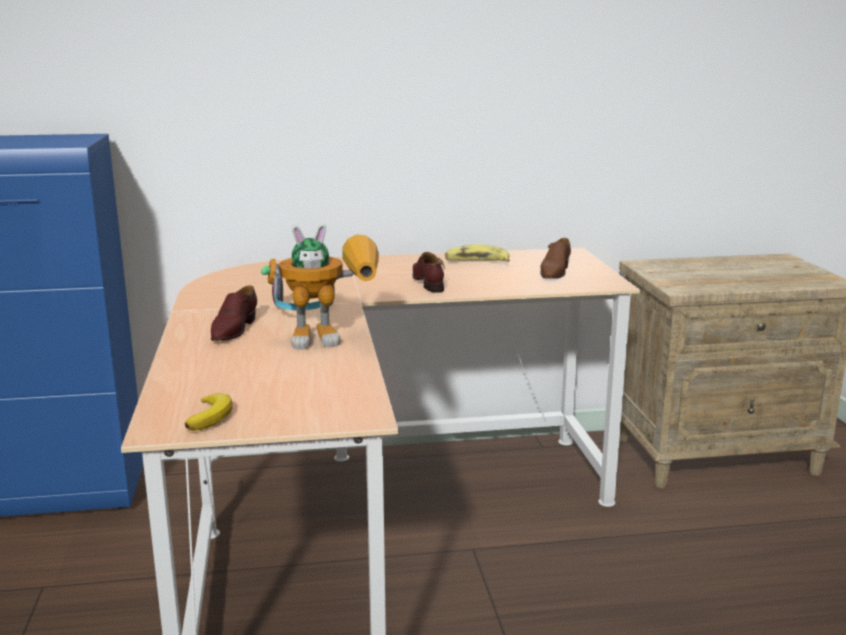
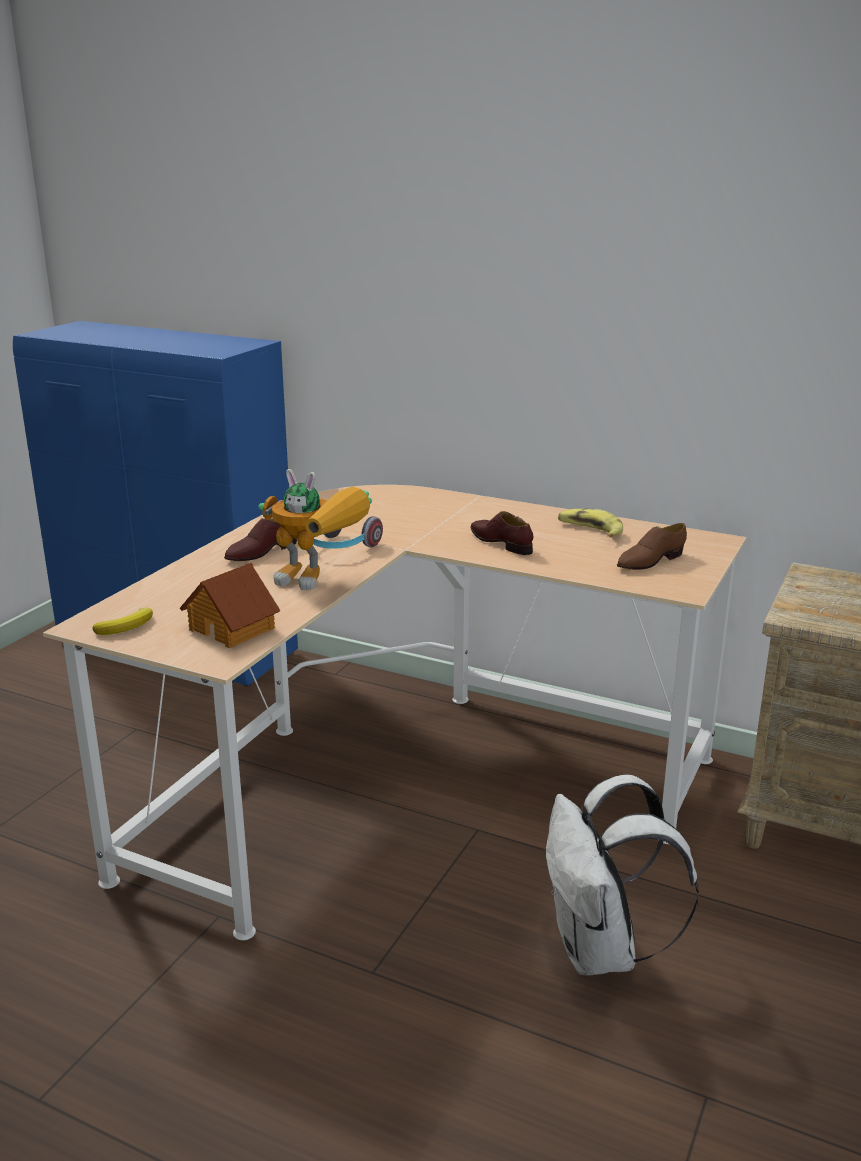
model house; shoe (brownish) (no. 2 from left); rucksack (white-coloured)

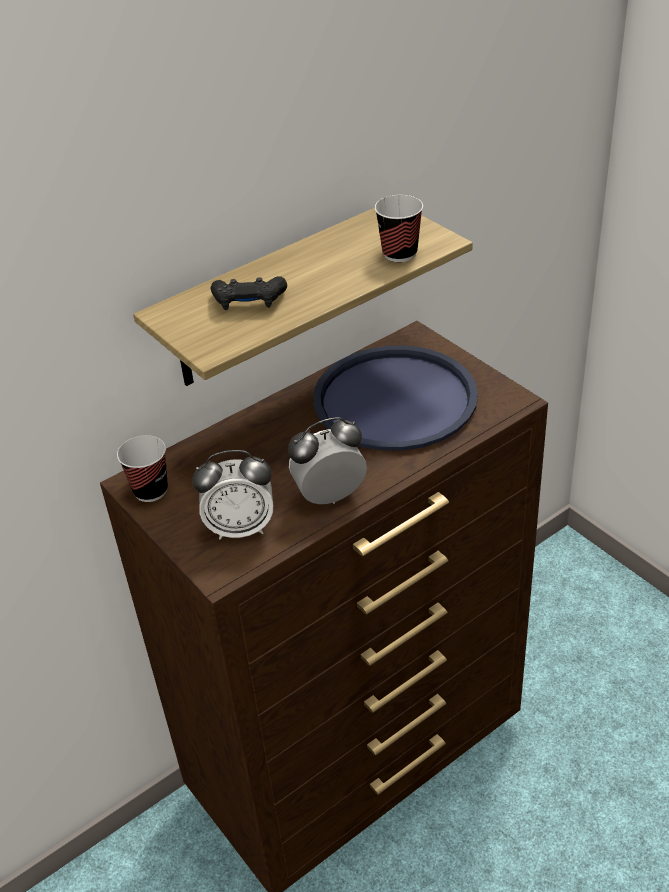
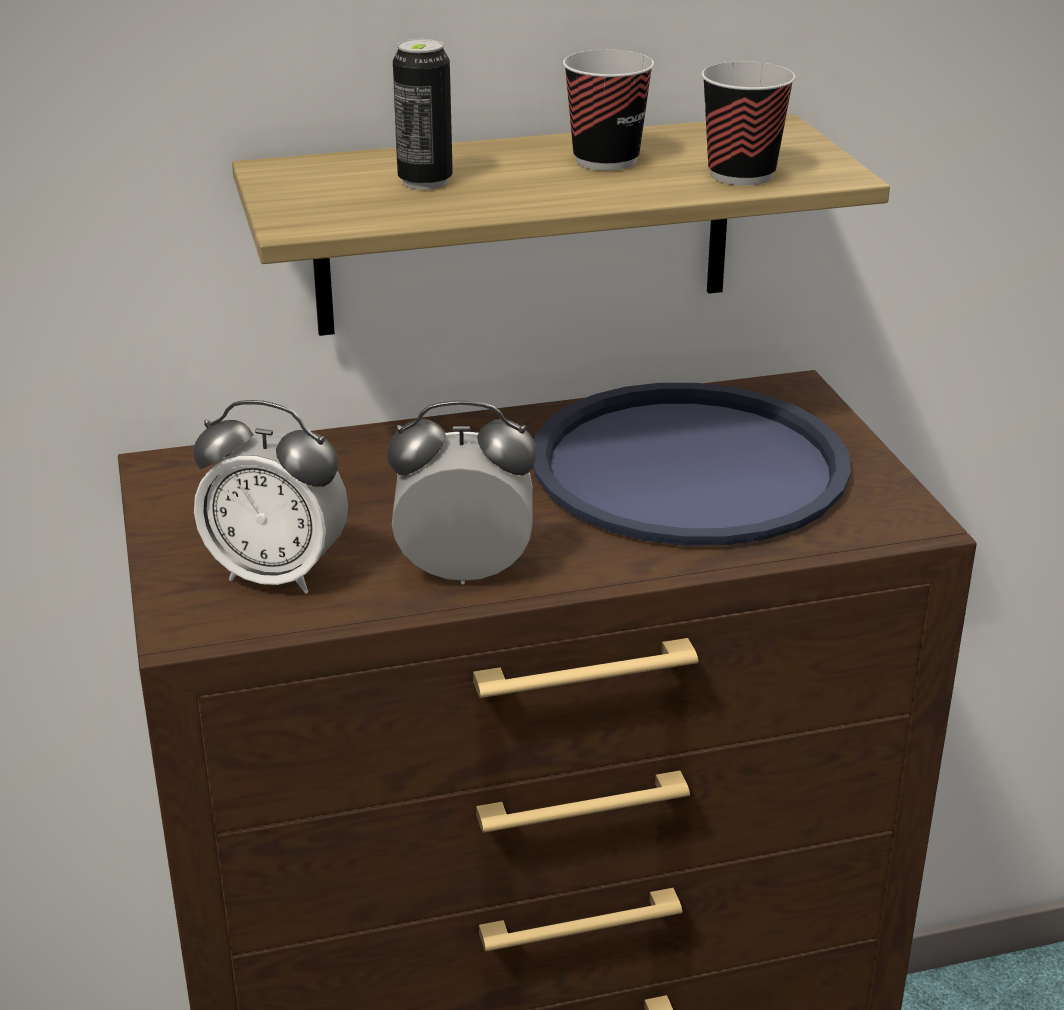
metal can; drinking cup (no. 1 from left)

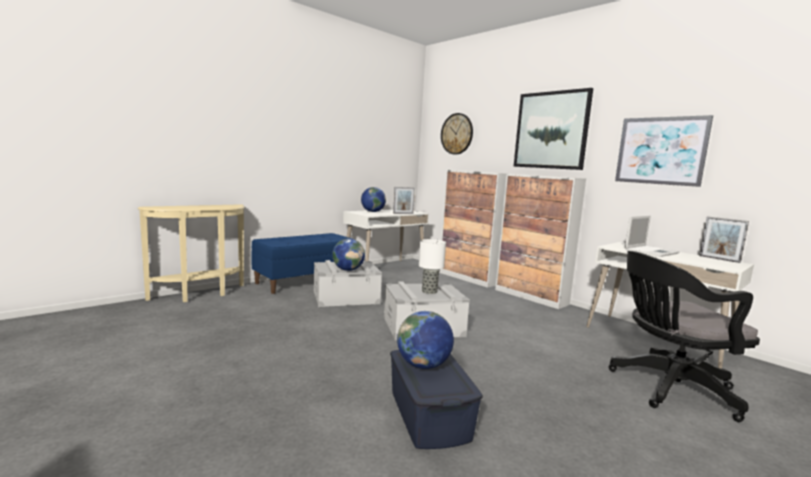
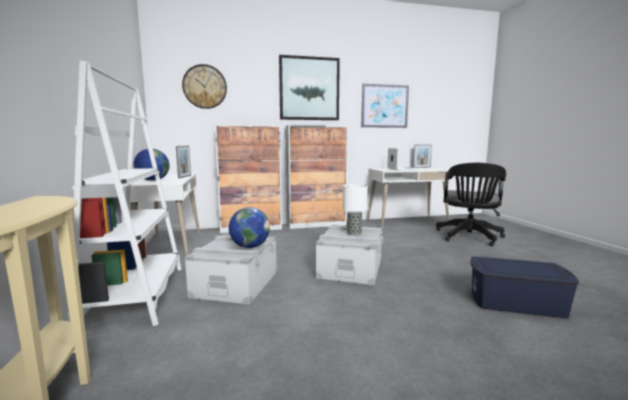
bookshelf (white-coloured); desk globe (no. 3 from left in the first image)

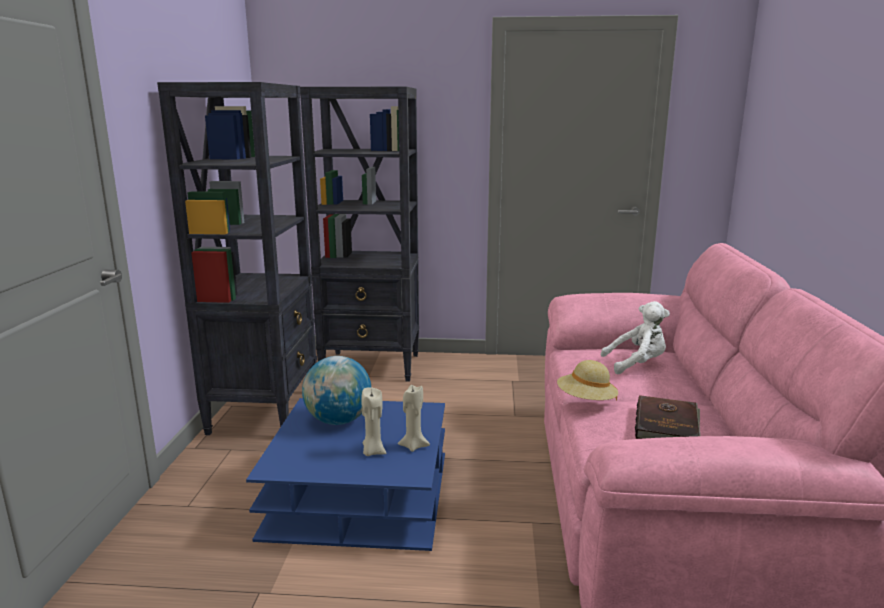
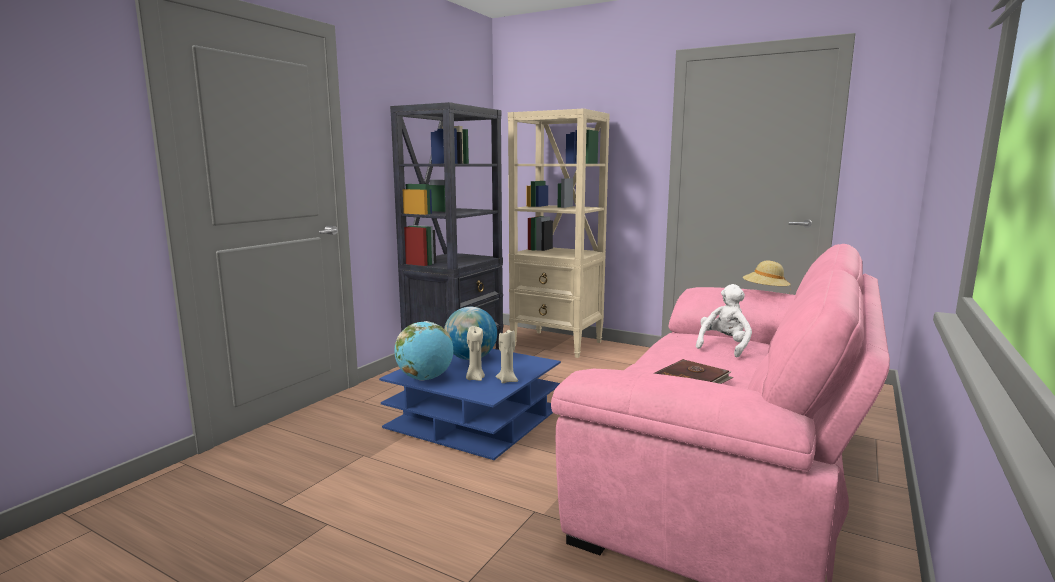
desk globe (no. 1 from left); bookshelf (beige); cuddly toy (white-coloured); wearable hat (beige)

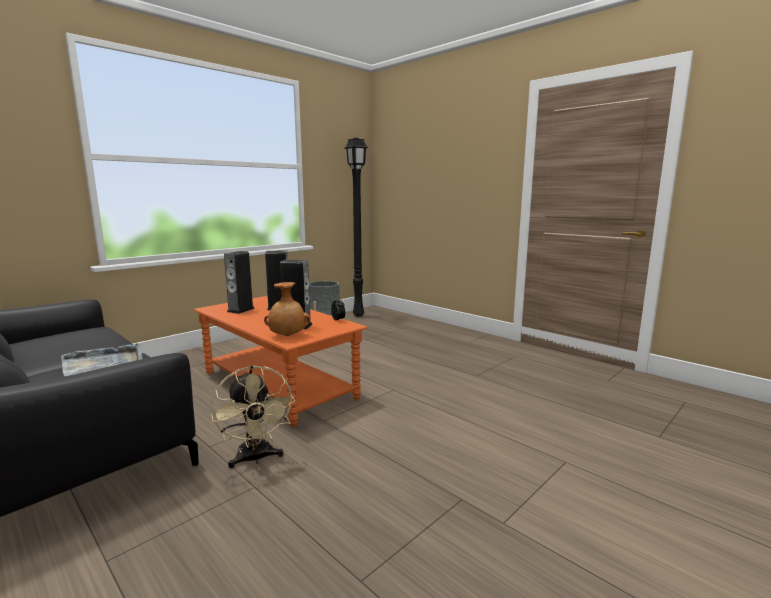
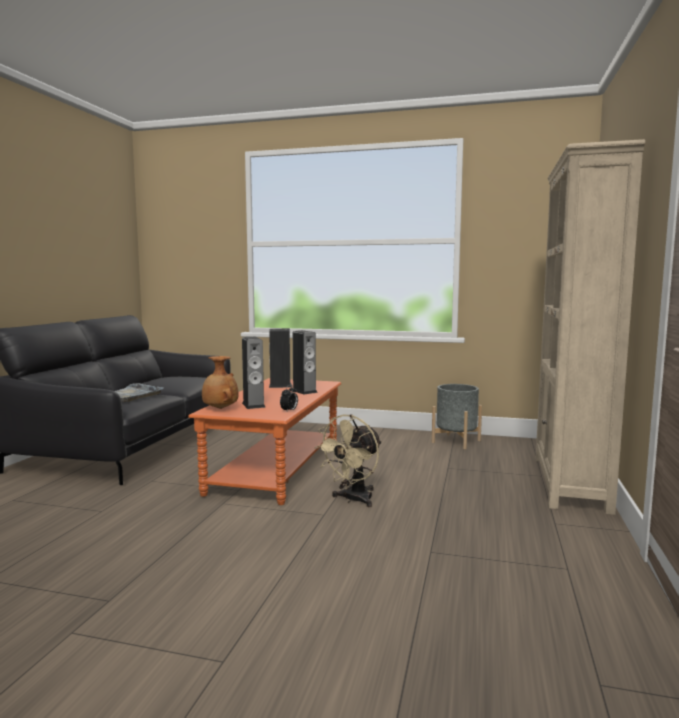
fan (beige); bookshelf (beige); standard lamp (blackish)

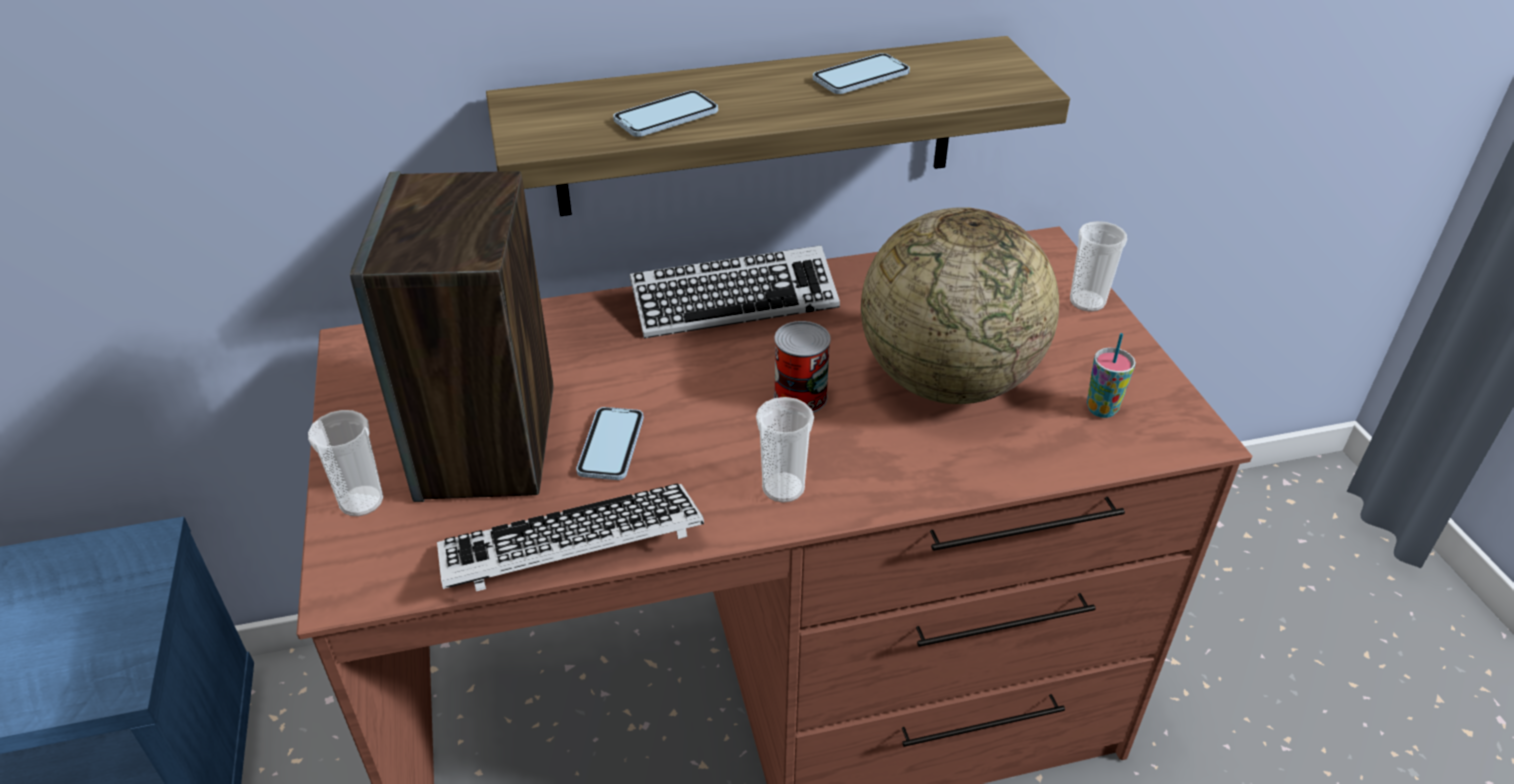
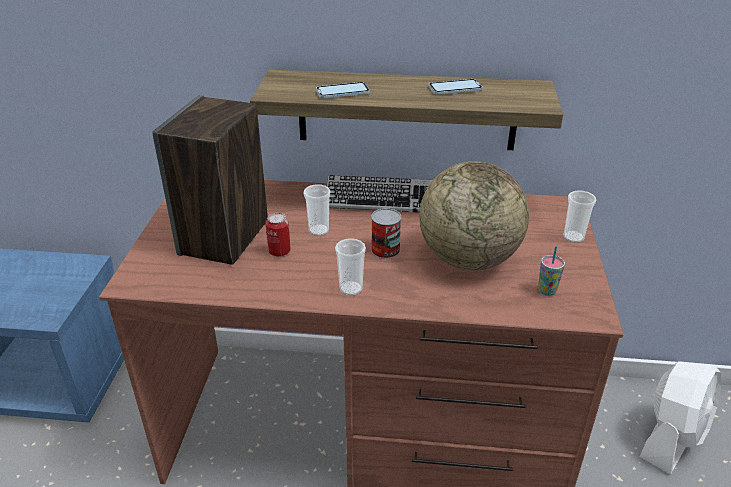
metal can (no. 1 from left); drinking cup (no. 1 from left); fan (white-coloured); computer keyboard (no. 1 from left in the first image)

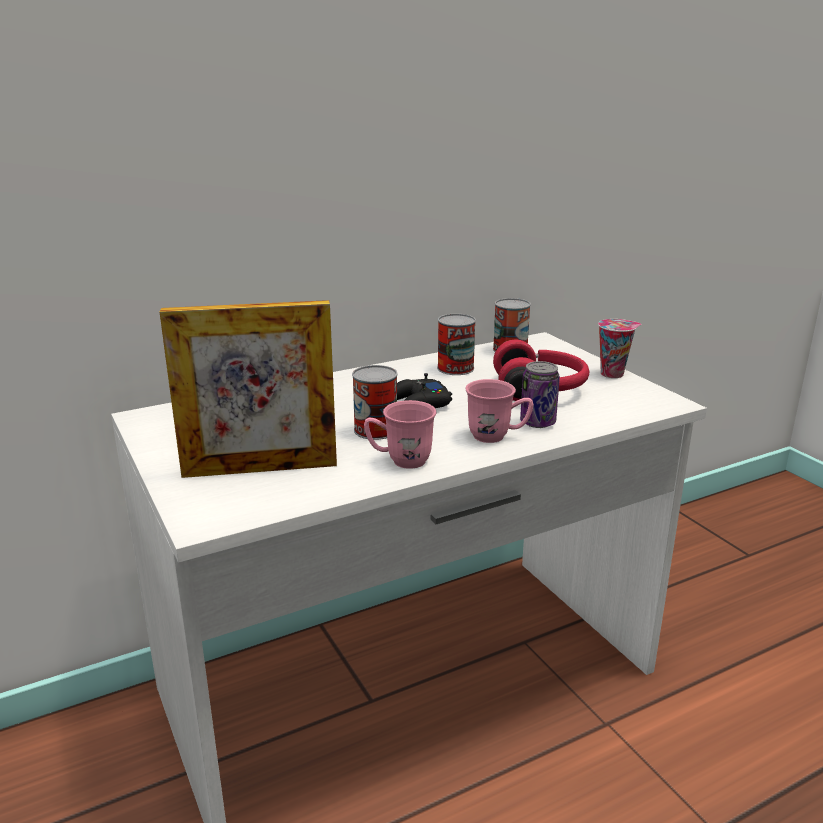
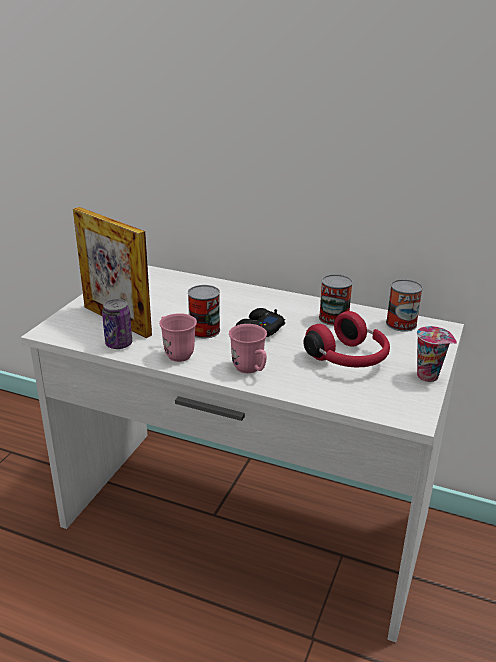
metal can (no. 1 from left)

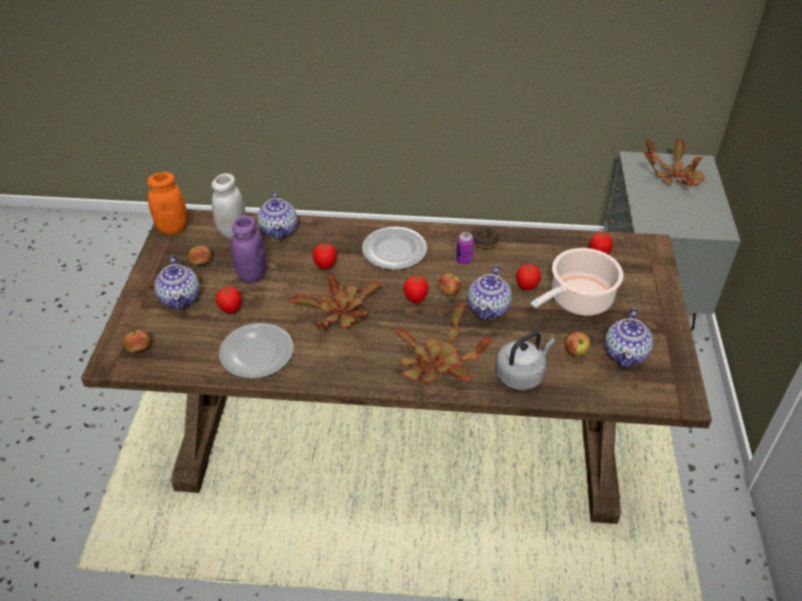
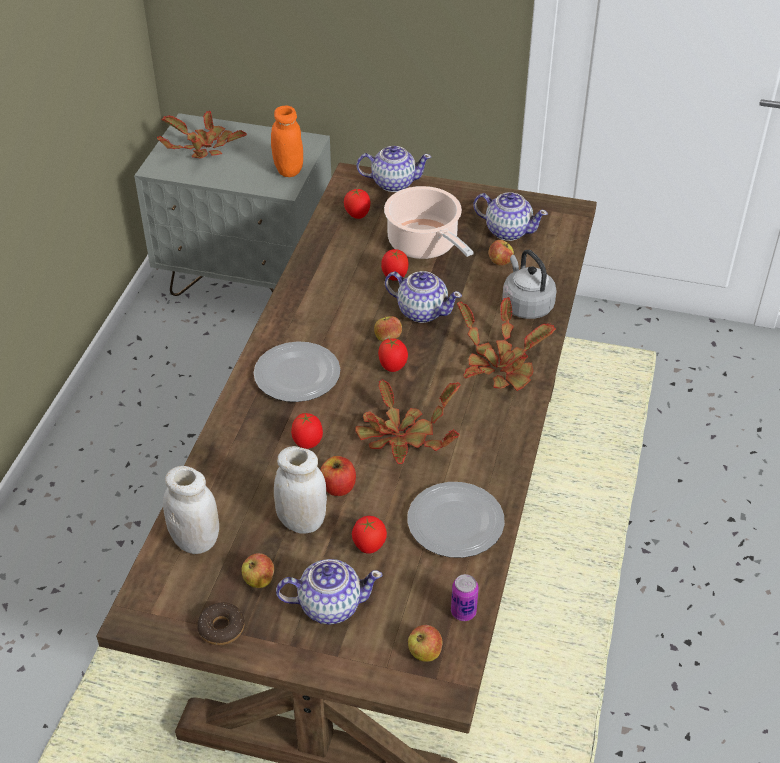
donut; jar (orangey); jar (white-coloured) (no. 2 from left); apple (no. 2 from left); tea pot (no. 2 from left); metal can

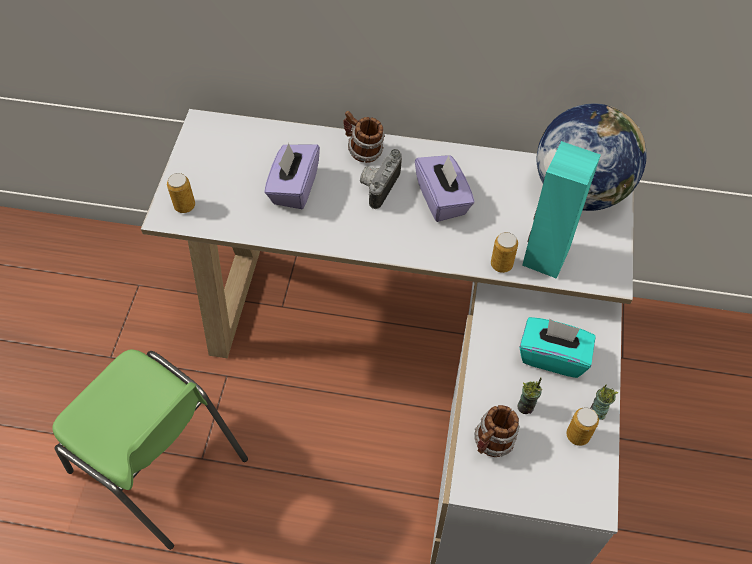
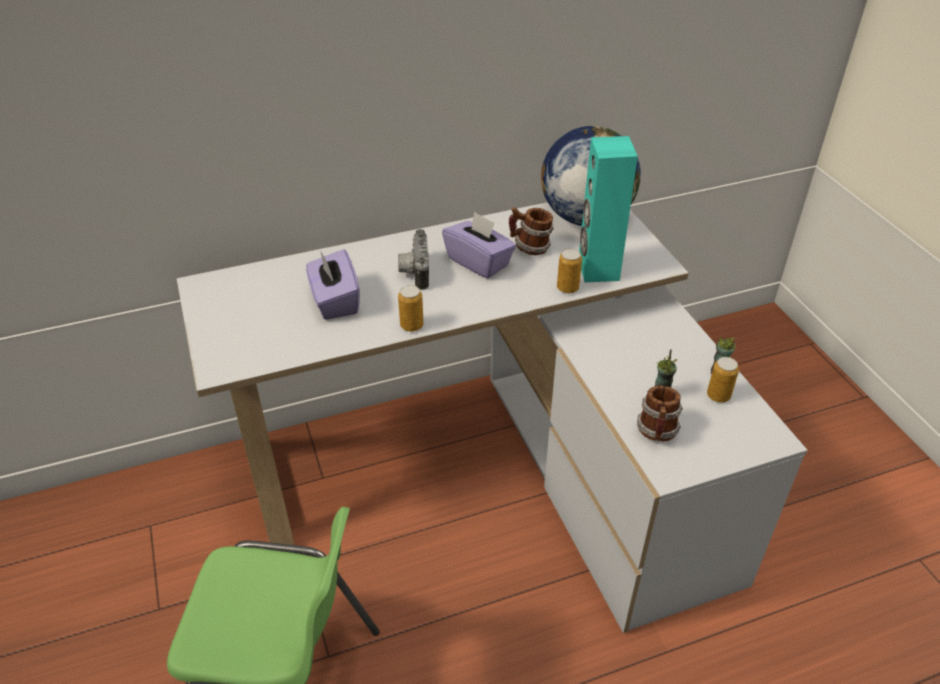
metal can (no. 1 from left); mug (no. 1 from left); tissue holder (turquoise)

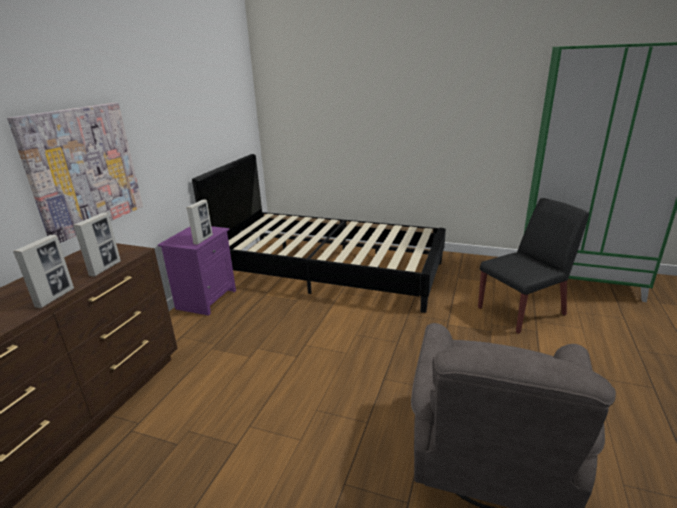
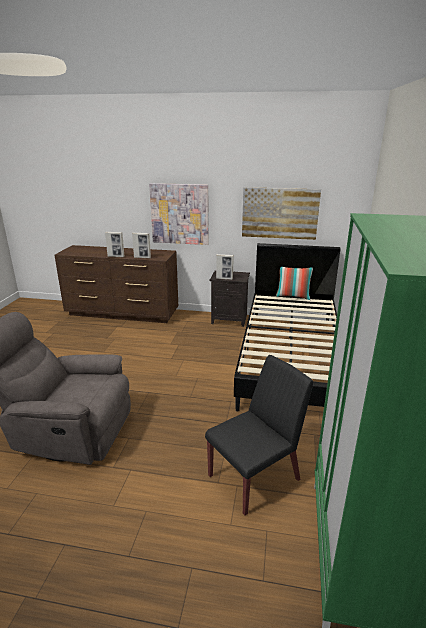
upright chair (blackish); bedside table (blackish); wall art (no. 2 from left); cushion

